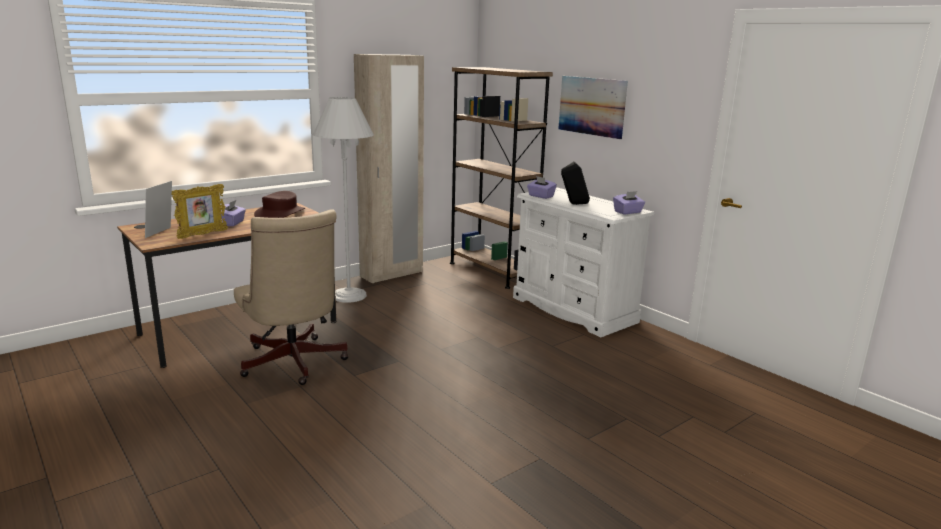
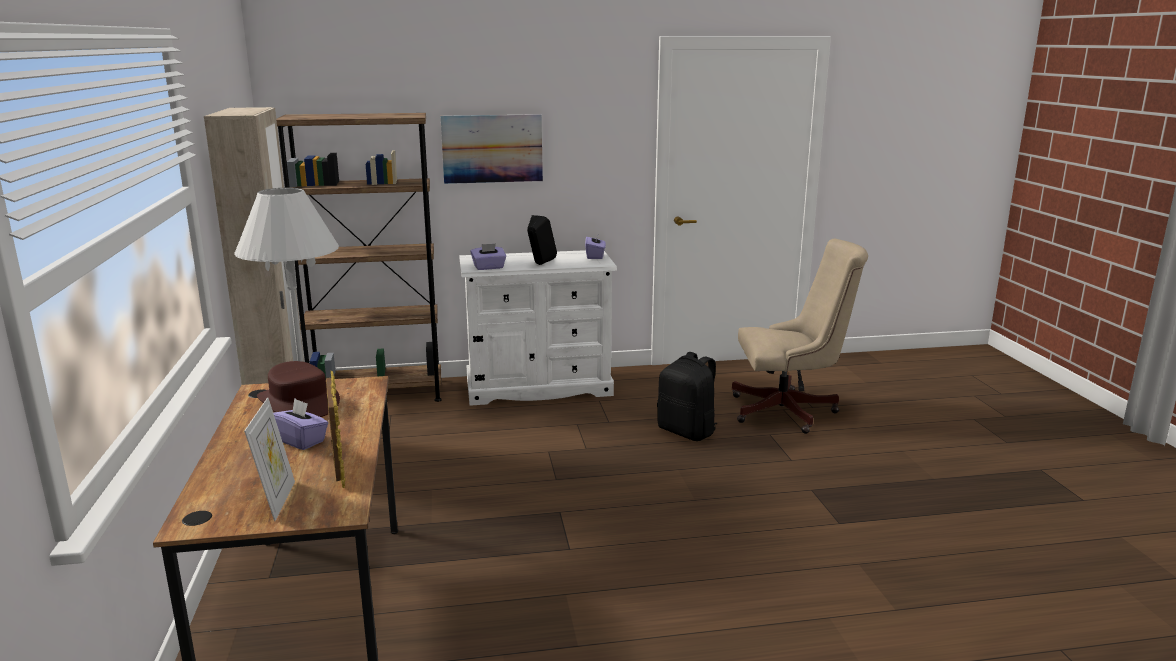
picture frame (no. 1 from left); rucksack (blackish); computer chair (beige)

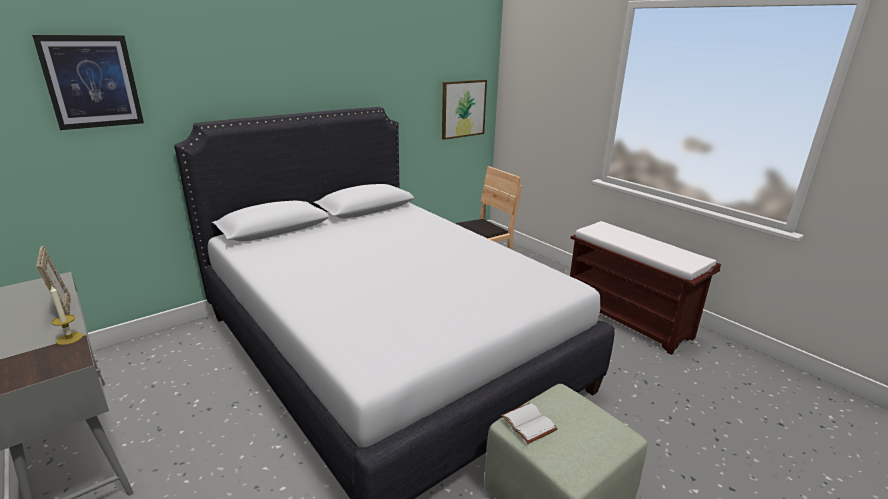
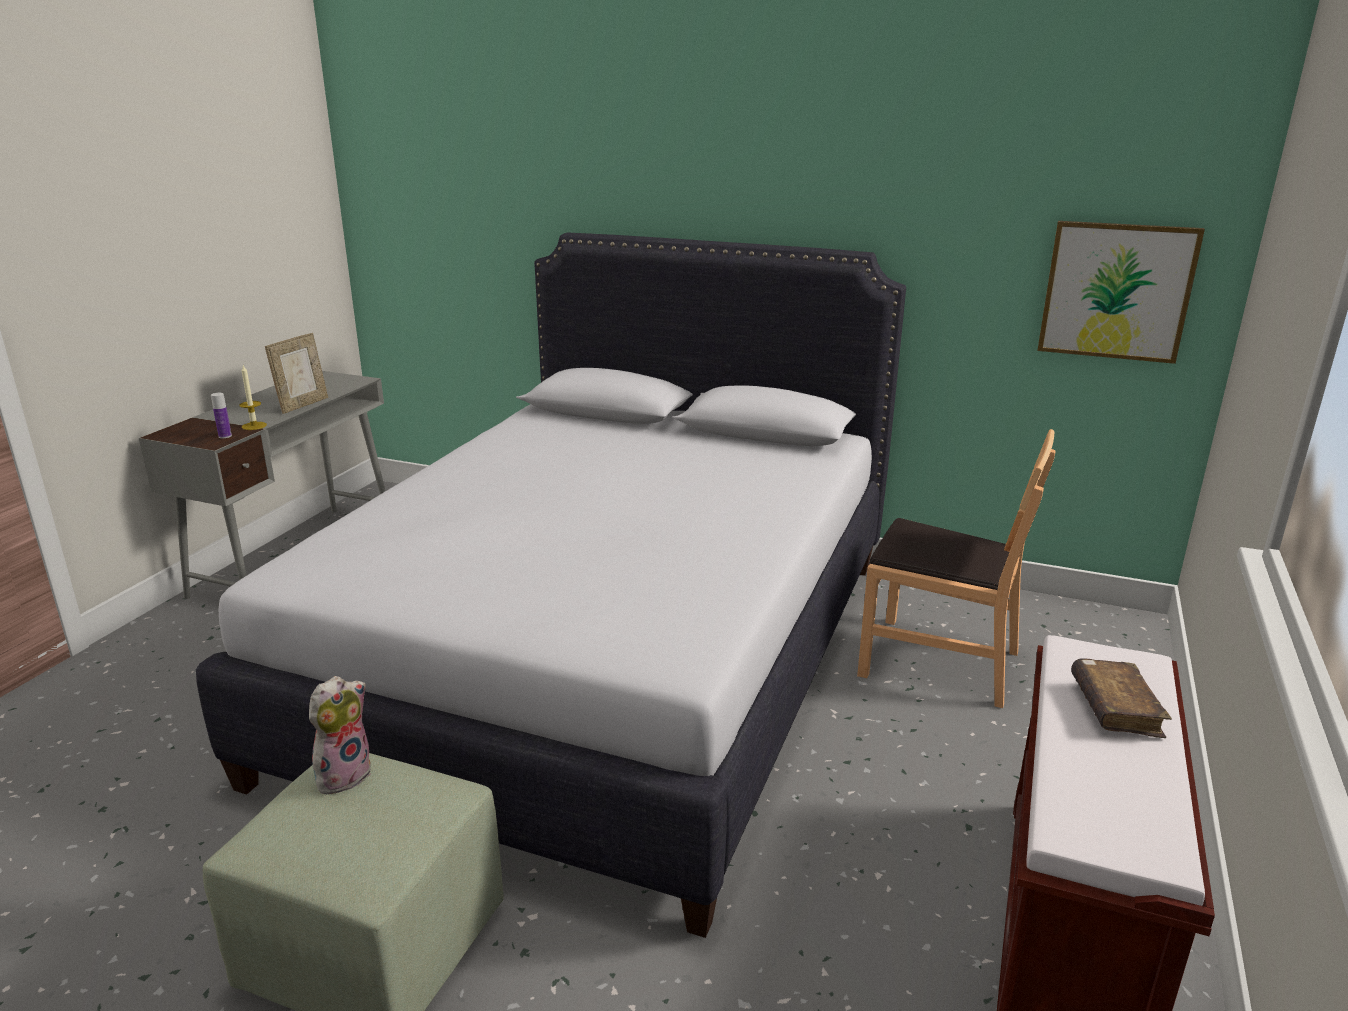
beverage bottle; cuddly toy; book (brownish); wall art (no. 1 from left in the first image)

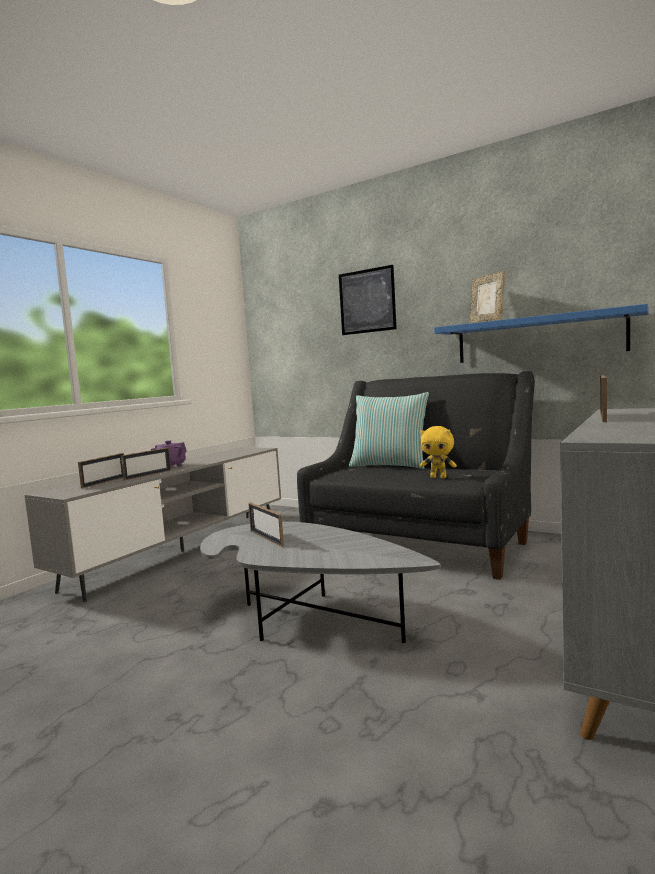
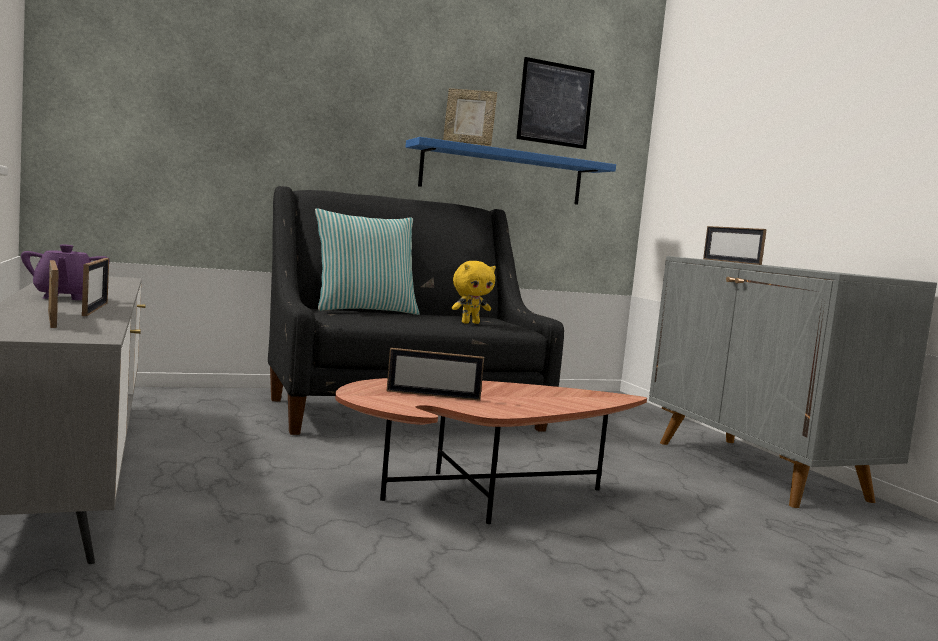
lounge table (brownish); wall art

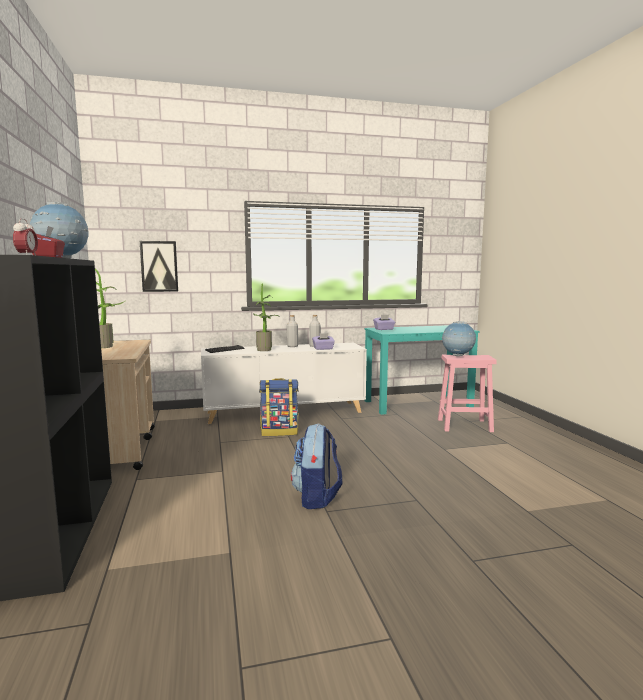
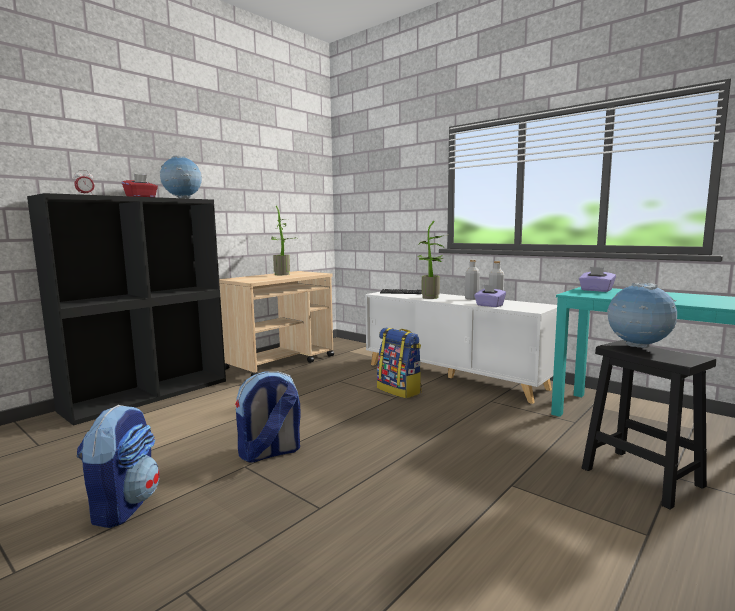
rucksack (no. 1 from left); stool seat (blackish); wall art

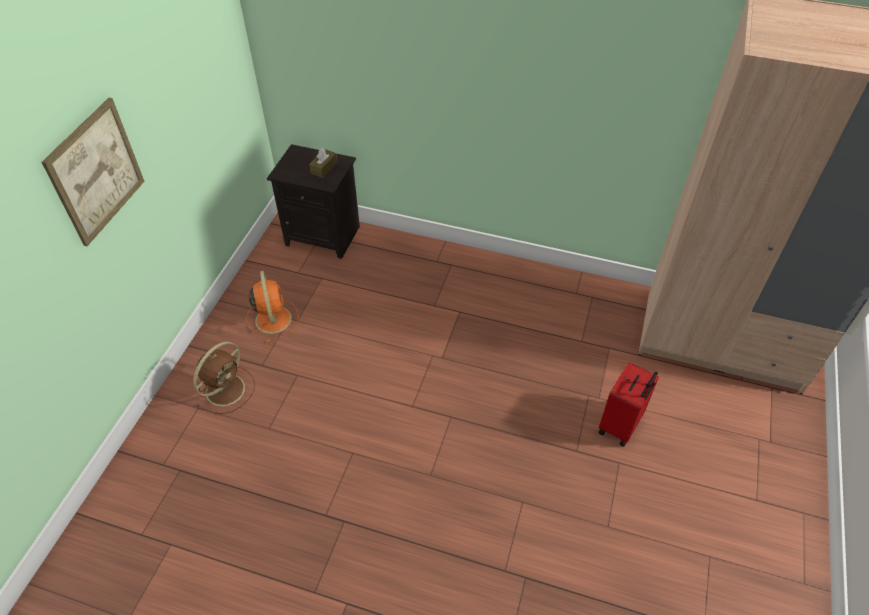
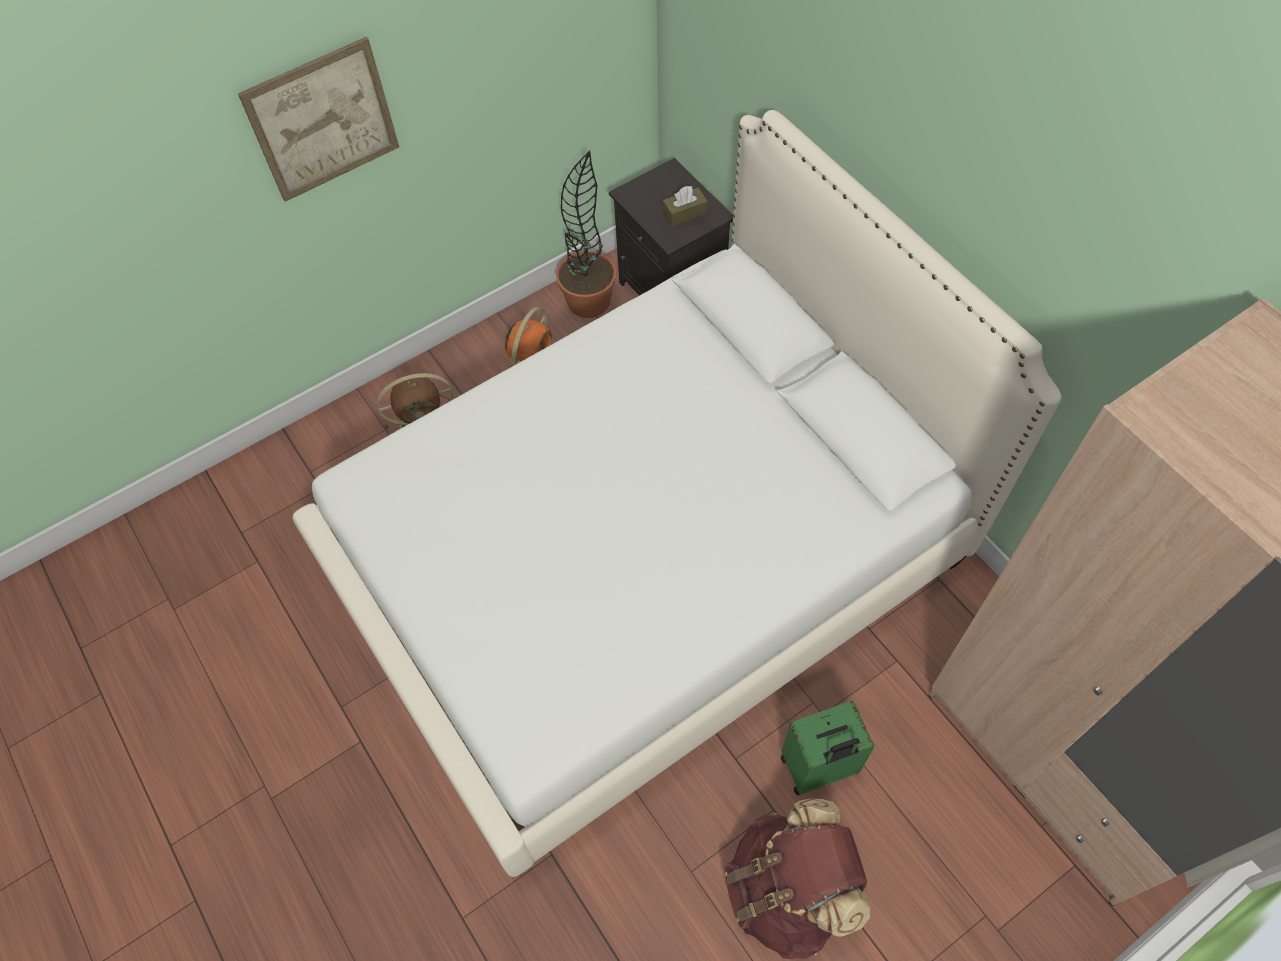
bedroom bed (white-coloured); houseplant; rucksack (brownish); travel case (green-coloured)

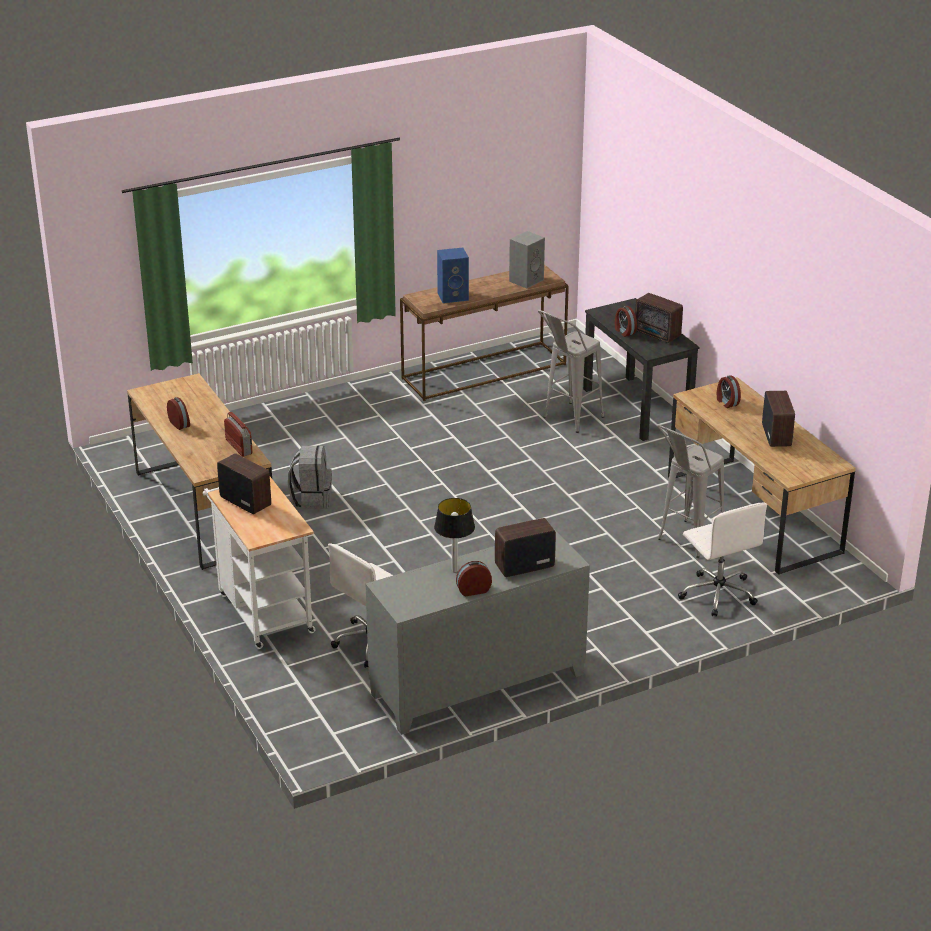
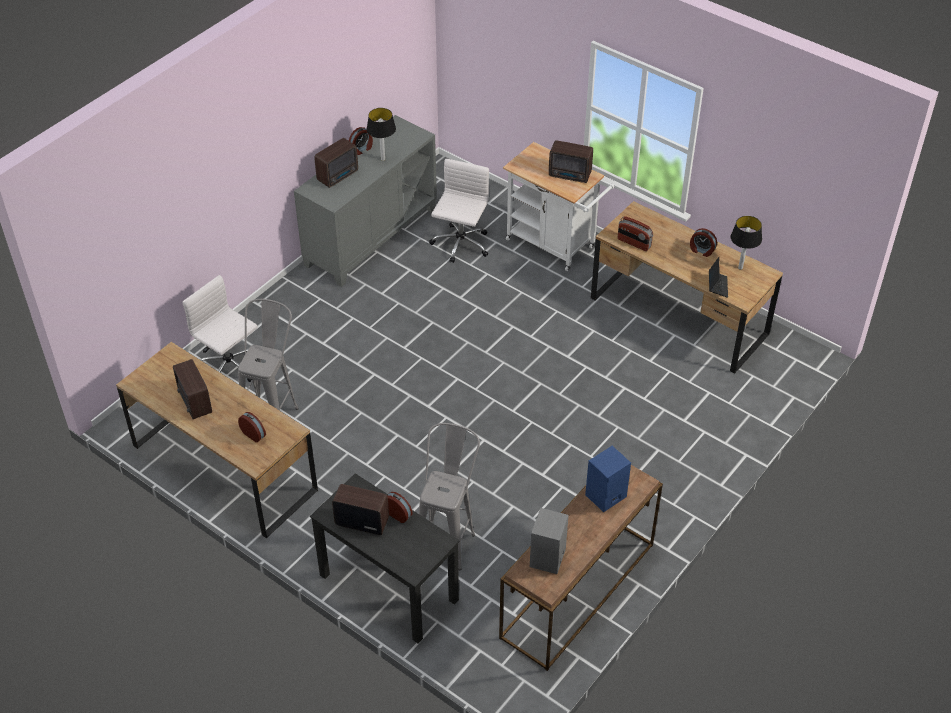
portable computer; lamp for a table (no. 2 from left); rucksack (grey)

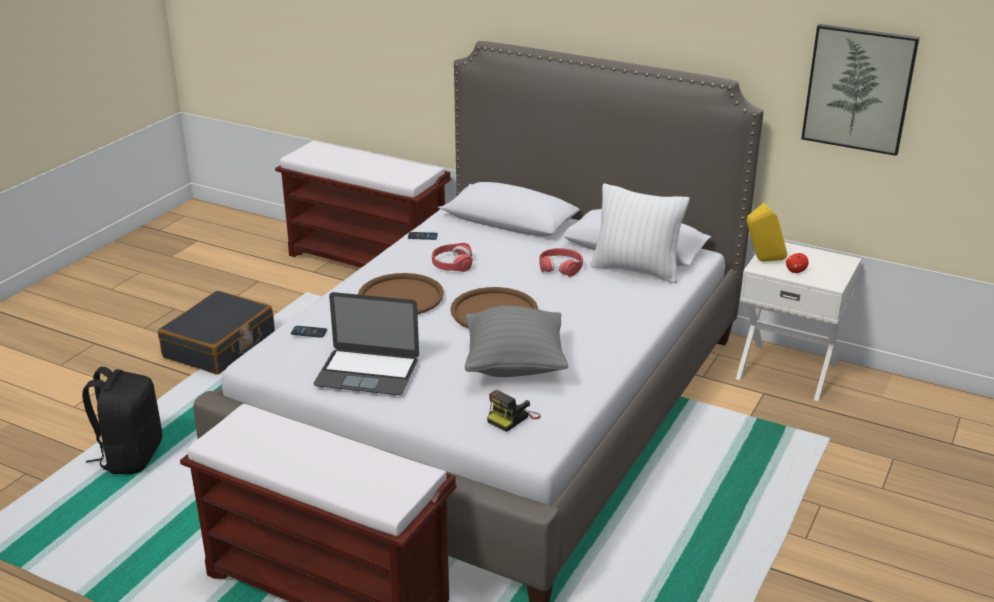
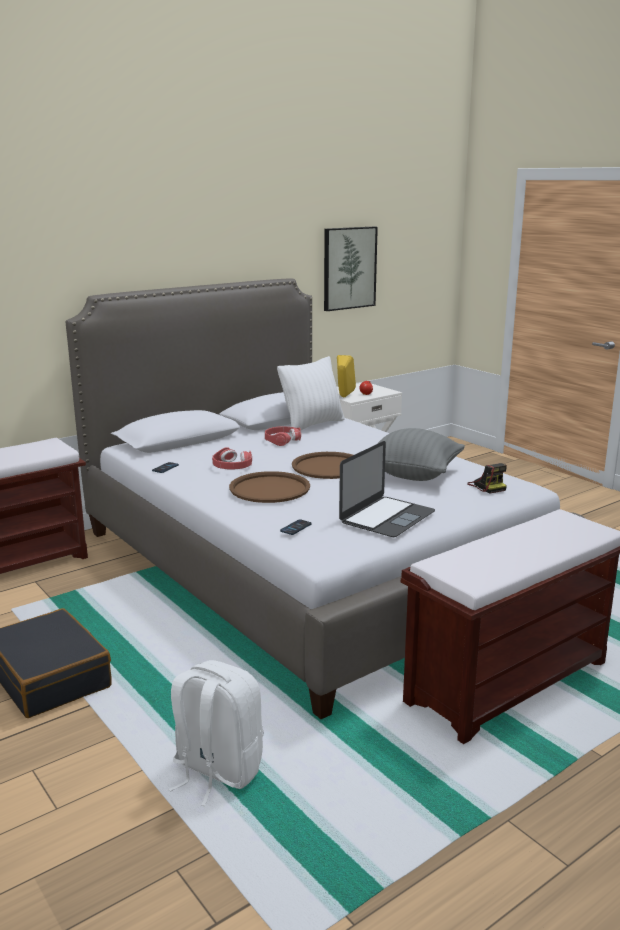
rucksack (white-coloured)

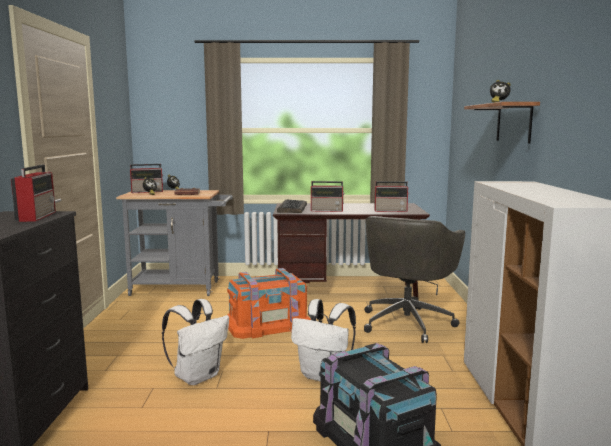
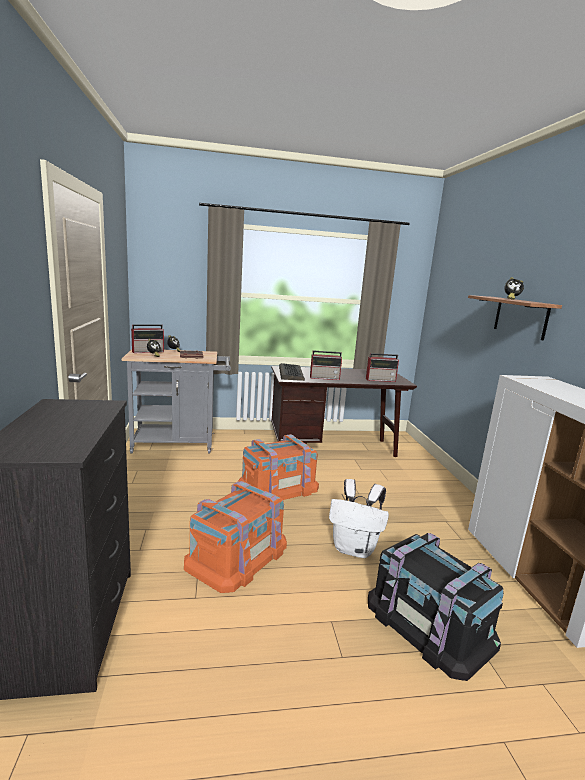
storage bin (orangey) (no. 1 from left); radio (no. 1 from left in the first image); computer chair (grey)

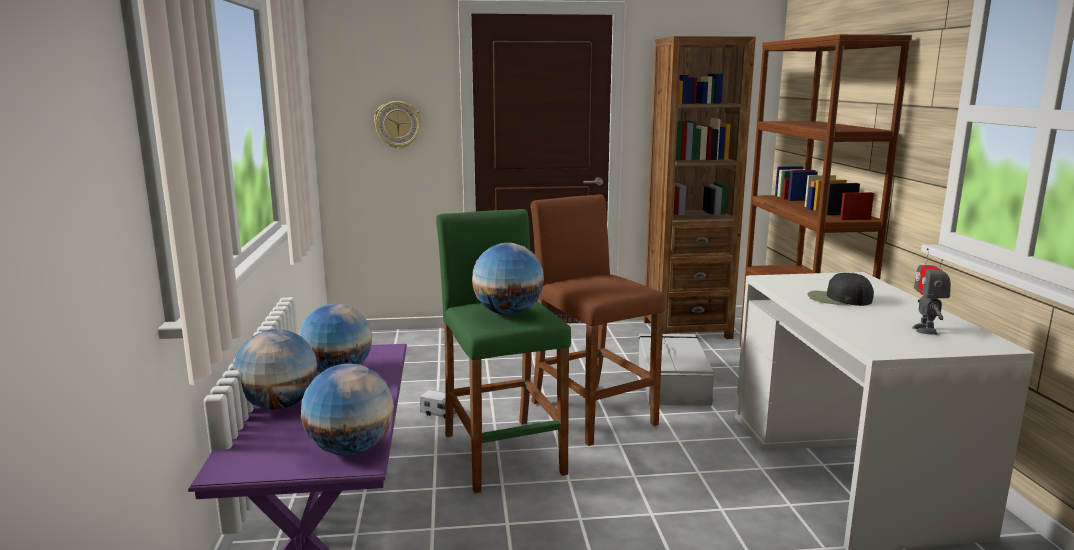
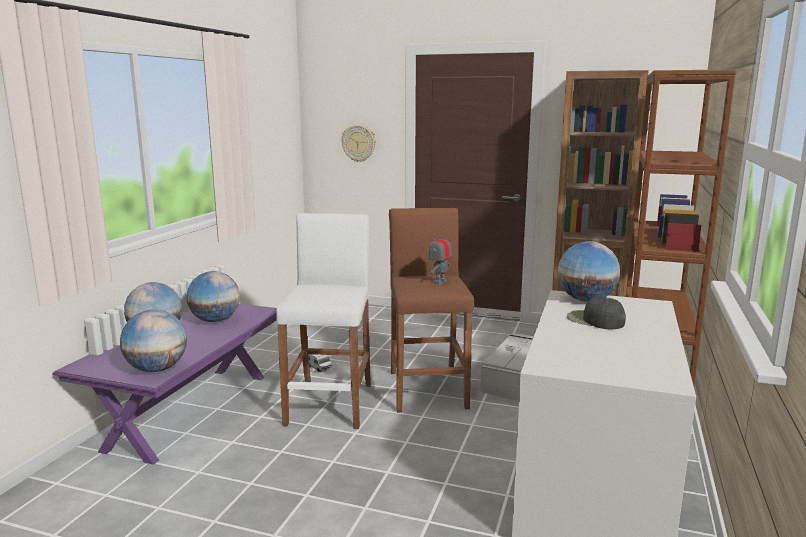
stool seat (white-coloured); toy robot; desk globe (no. 4 from left)

